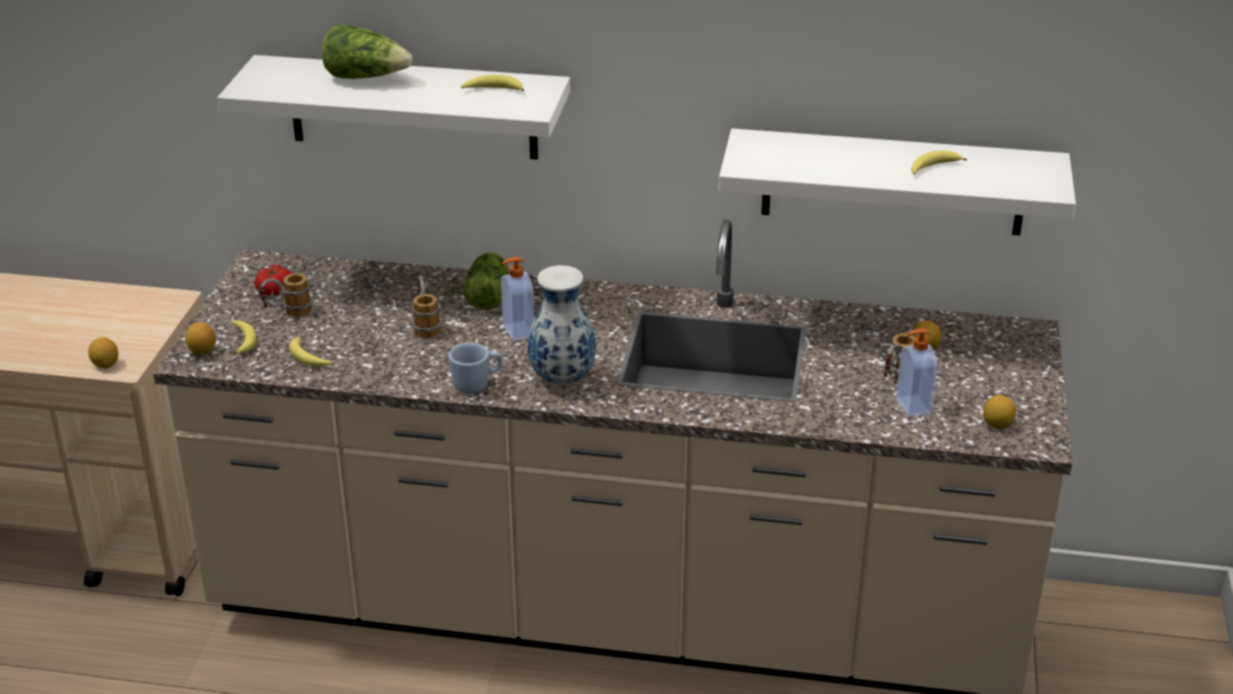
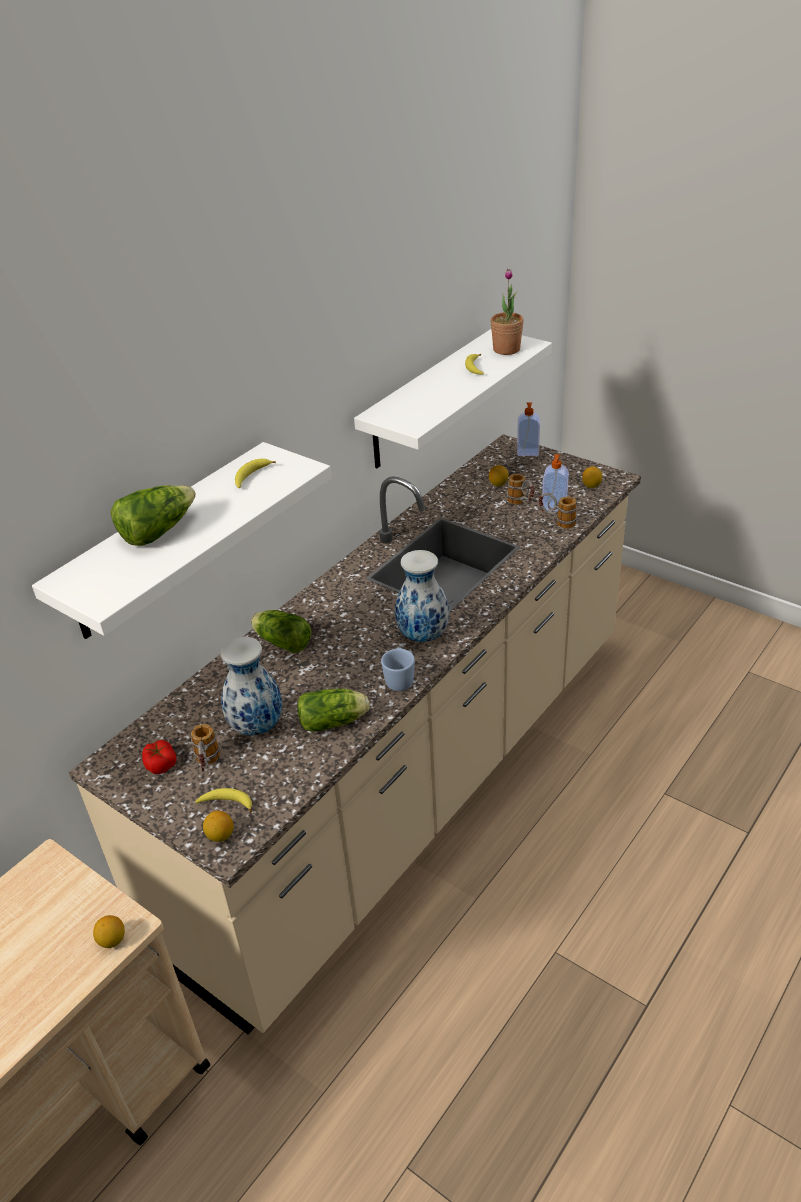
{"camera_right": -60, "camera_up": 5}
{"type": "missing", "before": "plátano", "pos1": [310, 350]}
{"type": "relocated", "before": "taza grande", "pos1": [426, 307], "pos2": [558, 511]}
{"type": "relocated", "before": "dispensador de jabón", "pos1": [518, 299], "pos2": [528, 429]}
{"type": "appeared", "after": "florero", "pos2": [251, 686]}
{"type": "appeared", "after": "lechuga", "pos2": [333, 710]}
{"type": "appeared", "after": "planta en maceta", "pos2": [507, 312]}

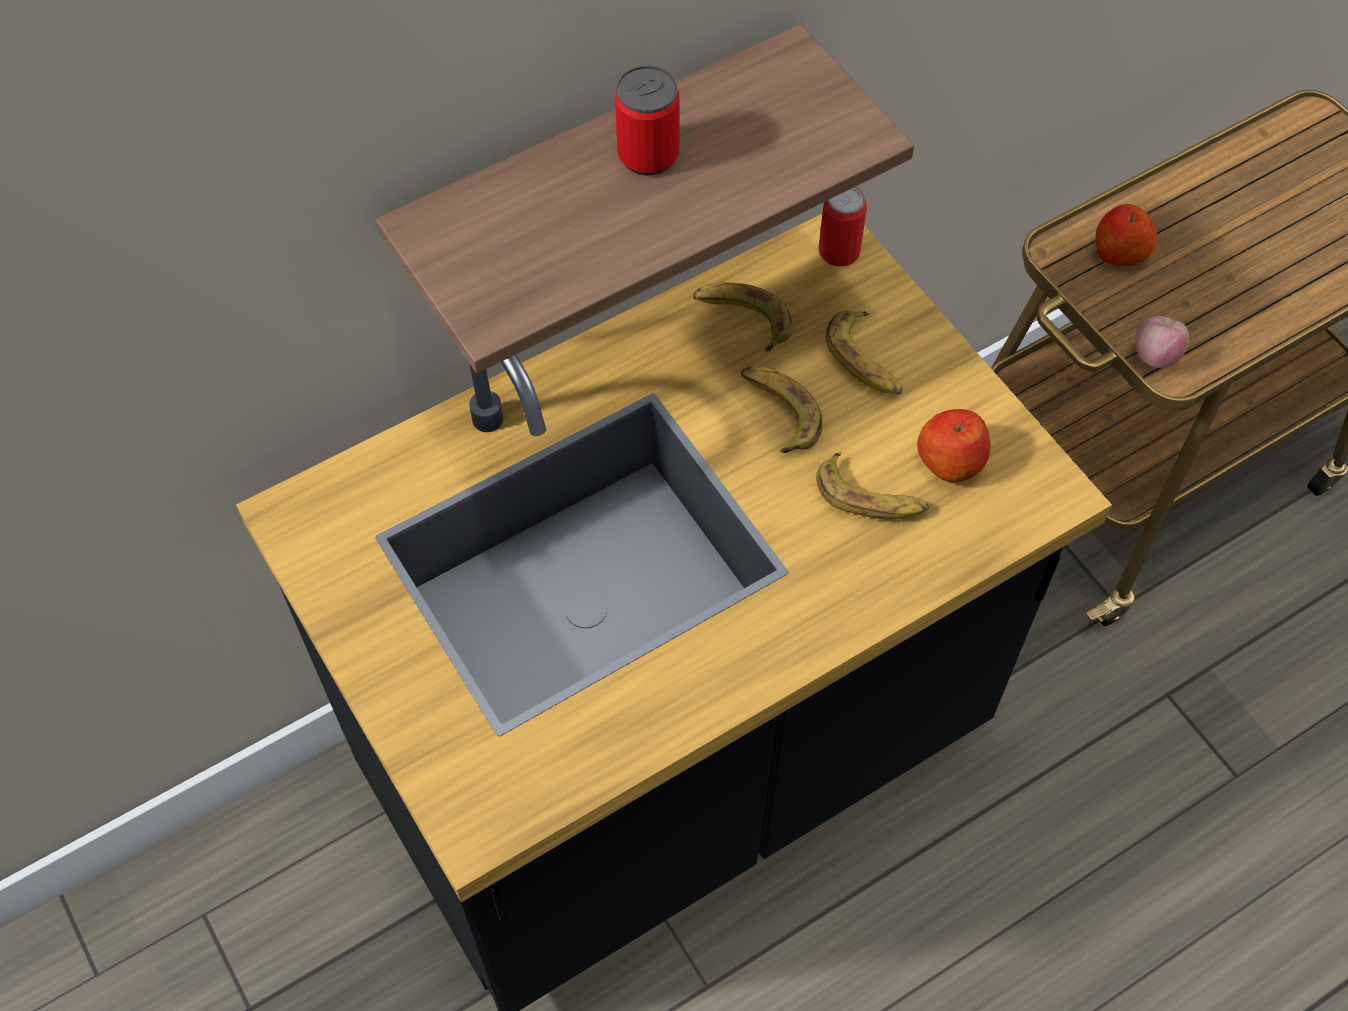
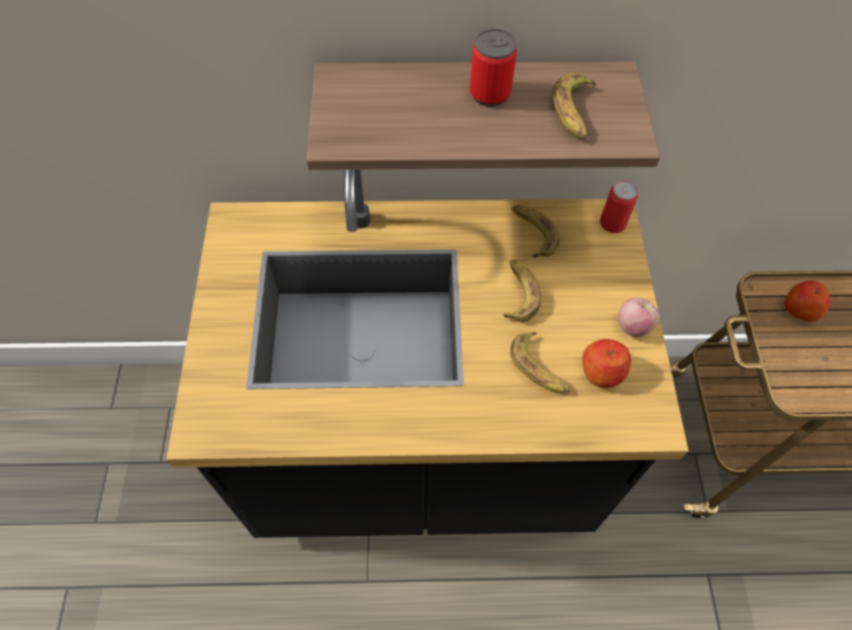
{"camera_right": 30, "camera_up": 0}
{"type": "relocated", "before": "plátano", "pos1": [864, 353], "pos2": [574, 106]}
{"type": "relocated", "before": "manzana", "pos1": [1162, 342], "pos2": [639, 317]}

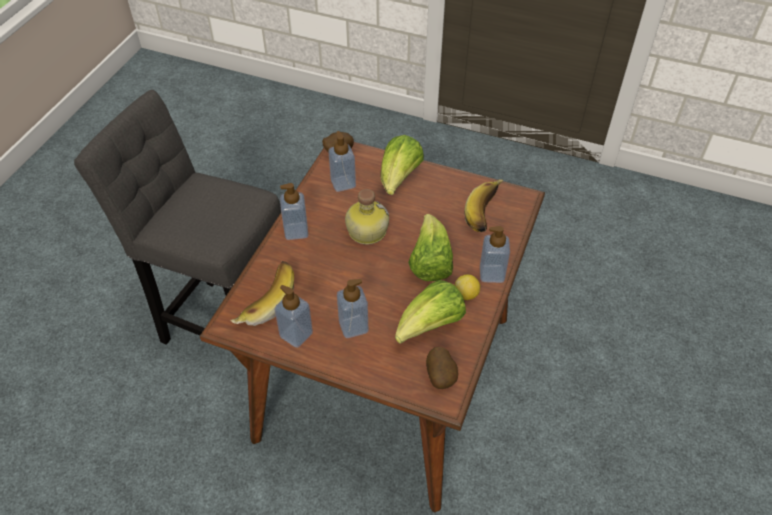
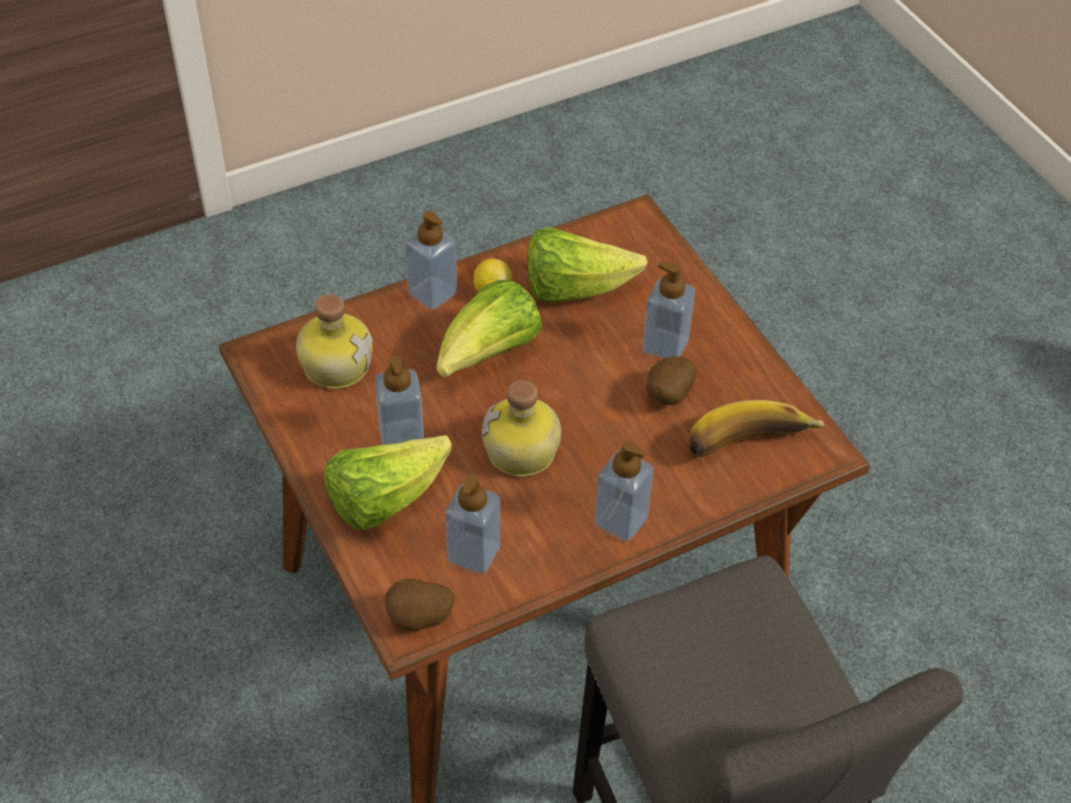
{"camera_right": -140, "camera_up": 0}
{"type": "relocated", "before": "dispensador de jabón", "pos1": [293, 316], "pos2": [399, 400]}
{"type": "relocated", "before": "patata", "pos1": [442, 368], "pos2": [671, 380]}
{"type": "exchanged", "before": "plátano", "after": "botella", "pos1": [483, 205], "pos2": [334, 341]}

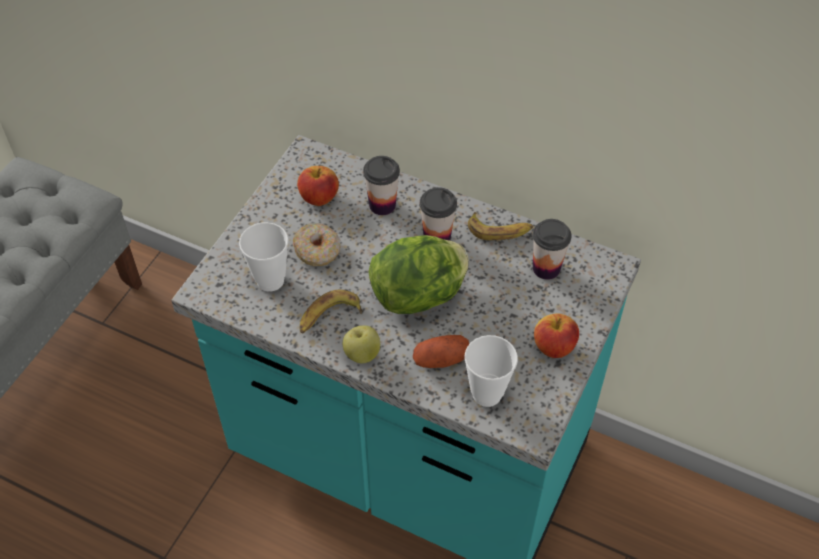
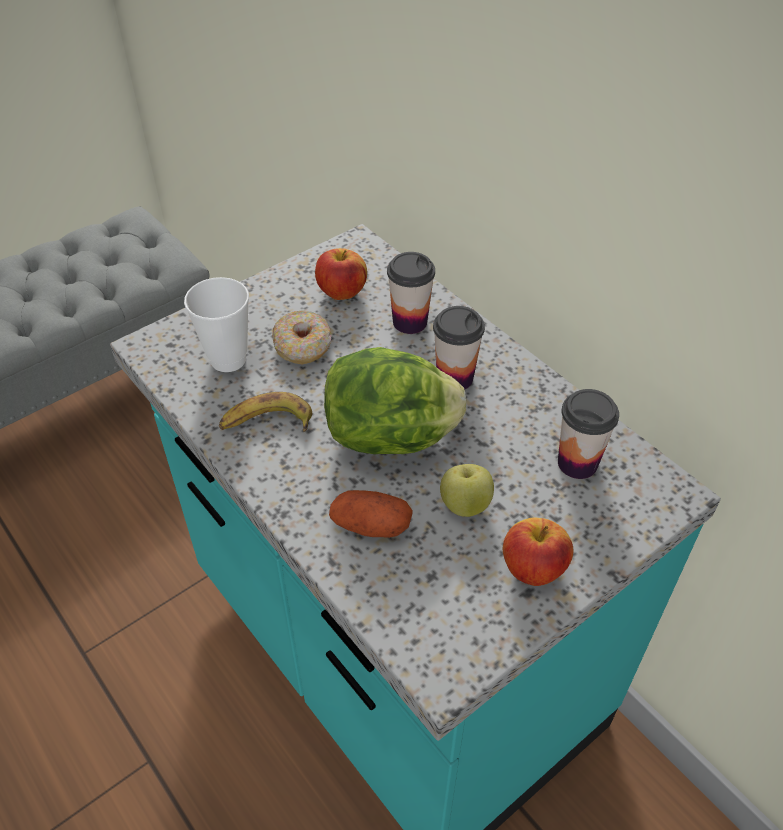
{"camera_right": 25, "camera_up": -5}
{"type": "relocated", "before": "manzana", "pos1": [361, 344], "pos2": [467, 490]}
{"type": "missing", "before": "taza", "pos1": [491, 371]}
{"type": "missing", "before": "plátano", "pos1": [500, 226]}

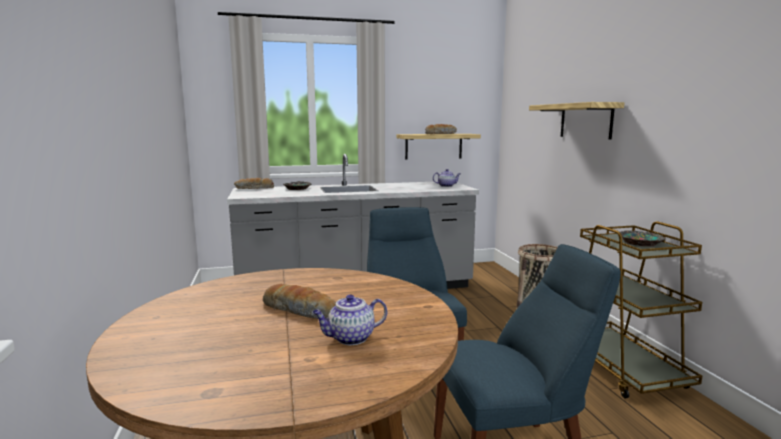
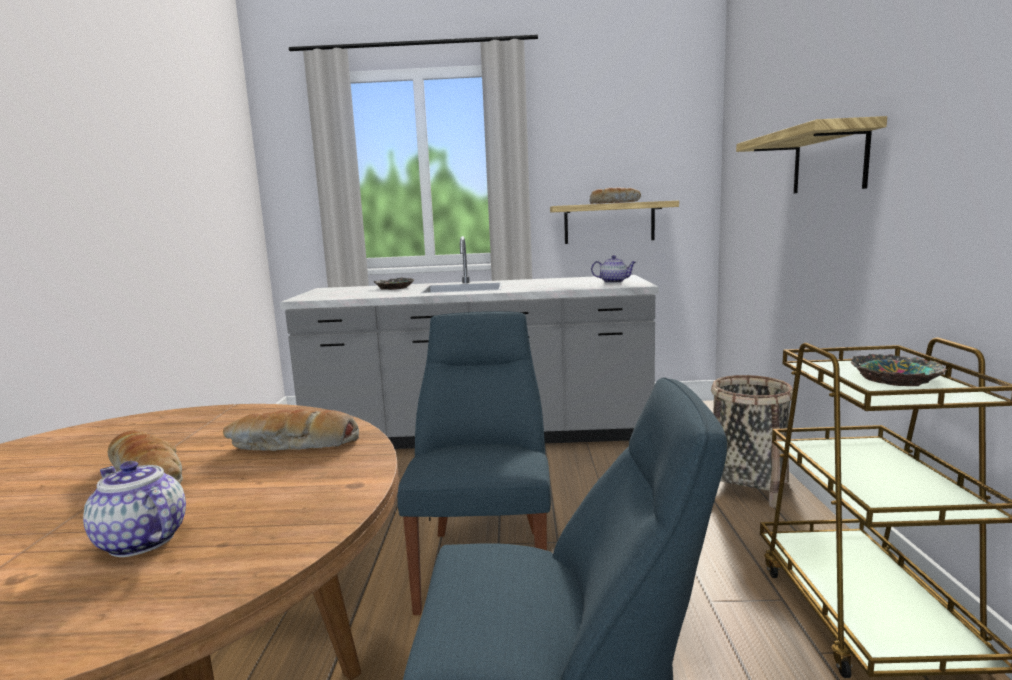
{"camera_right": 15, "camera_up": 0}
{"type": "relocated", "before": "pan", "pos1": [254, 183], "pos2": [291, 430]}
{"type": "spun", "before": "tetera", "pos1": [349, 319], "pos2": [134, 509], "turn": 45}

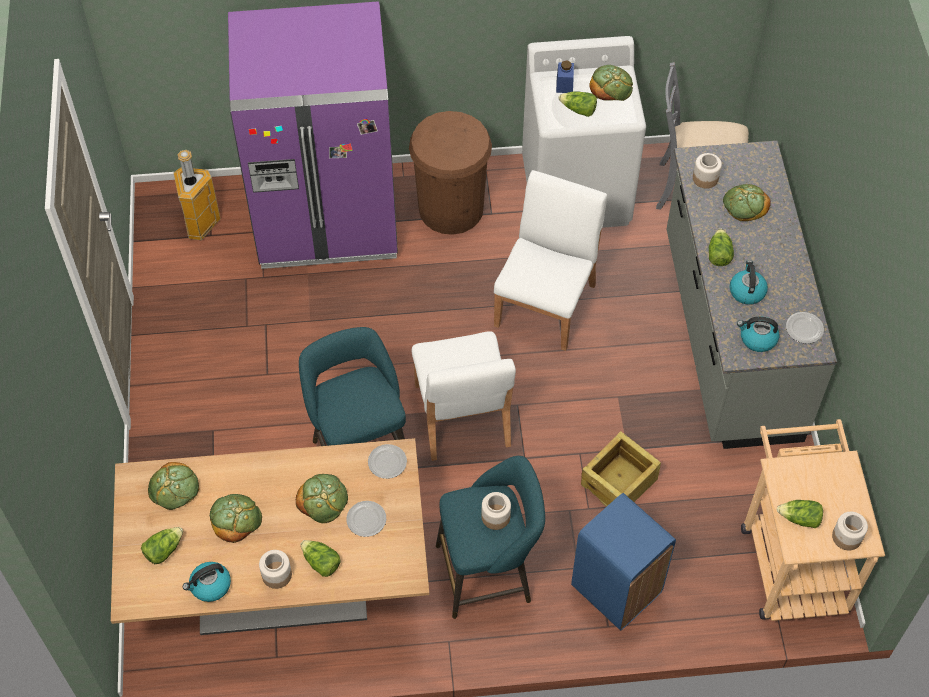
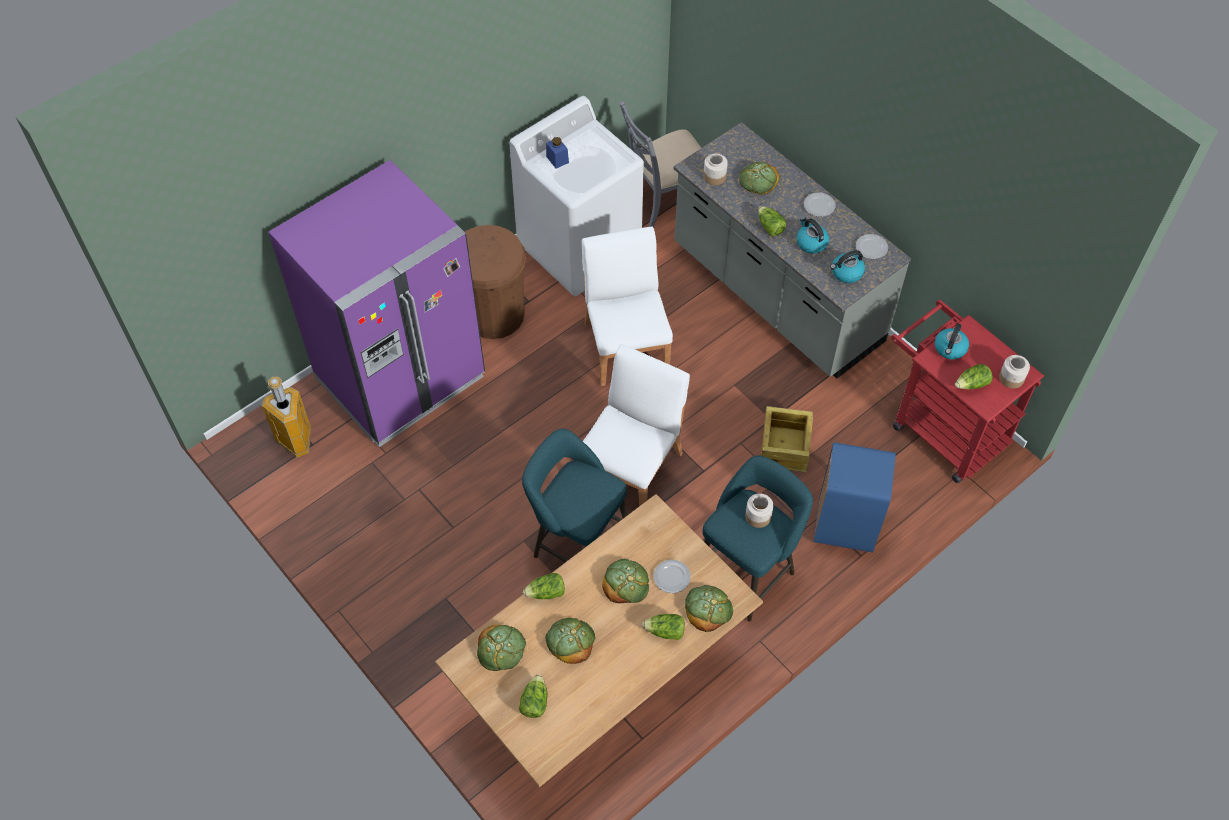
{"camera_right": -35, "camera_up": 0}
{"type": "relocated", "before": "hervidor", "pos1": [207, 582], "pos2": [952, 341]}
{"type": "missing", "before": "tarro", "pos1": [275, 569]}
{"type": "relocated", "before": "plato", "pos1": [387, 461], "pos2": [820, 204]}
{"type": "spun", "before": "silla [blanco]", "pos1": [464, 396], "pos2": [636, 425], "turn": -105}
{"type": "relocated", "before": "lechuga", "pos1": [578, 104], "pos2": [544, 586]}
{"type": "relocated", "before": "pan", "pos1": [611, 83], "pos2": [709, 608]}
{"type": "colour", "before": "carrito [beis]", "after": "carrito [rojo]", "pos1": [813, 520], "pos2": [967, 391]}

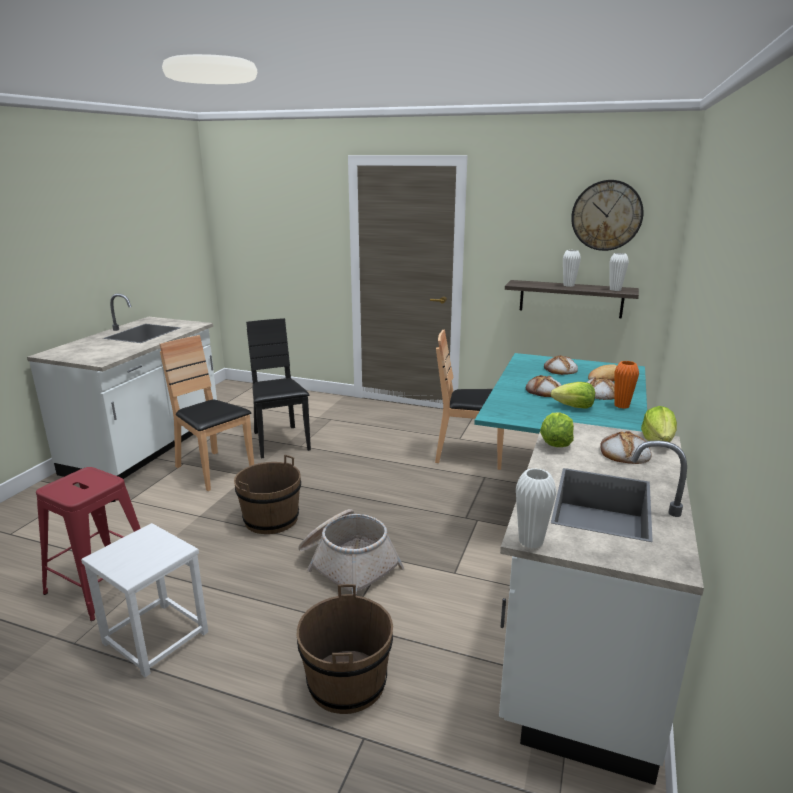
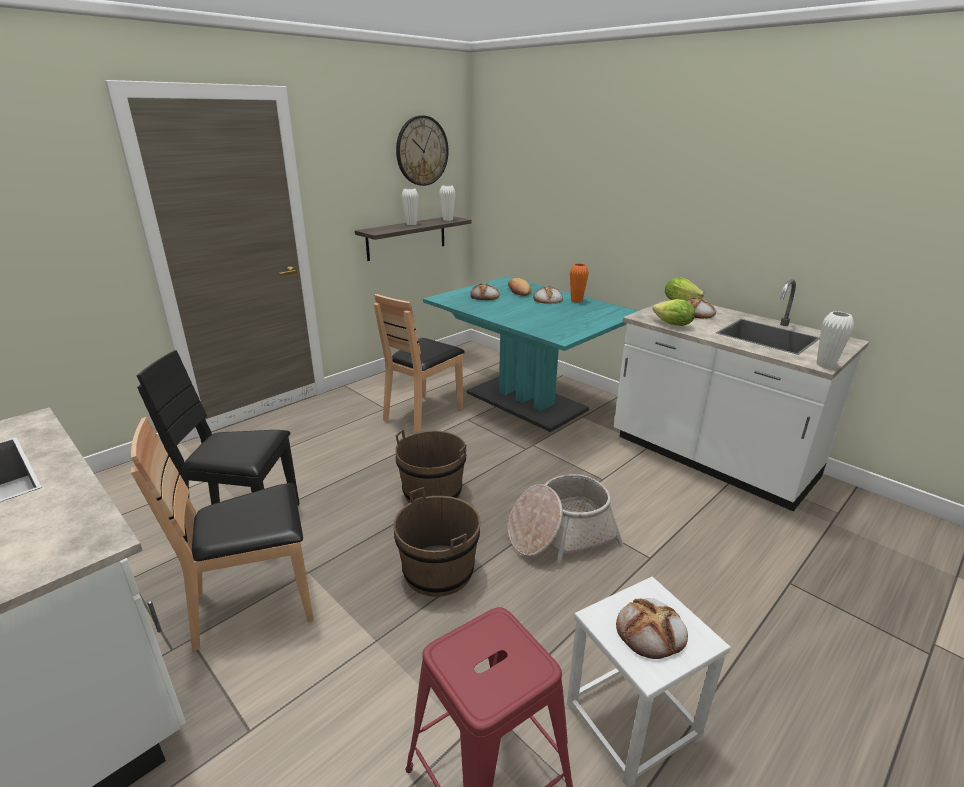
{"camera_right": -65, "camera_up": 5}
{"type": "relocated", "before": "cubo [marrón]", "pos1": [345, 649], "pos2": [431, 466]}
{"type": "relocated", "before": "pan", "pos1": [544, 386], "pos2": [652, 628]}
{"type": "missing", "before": "lechuga", "pos1": [573, 395]}

